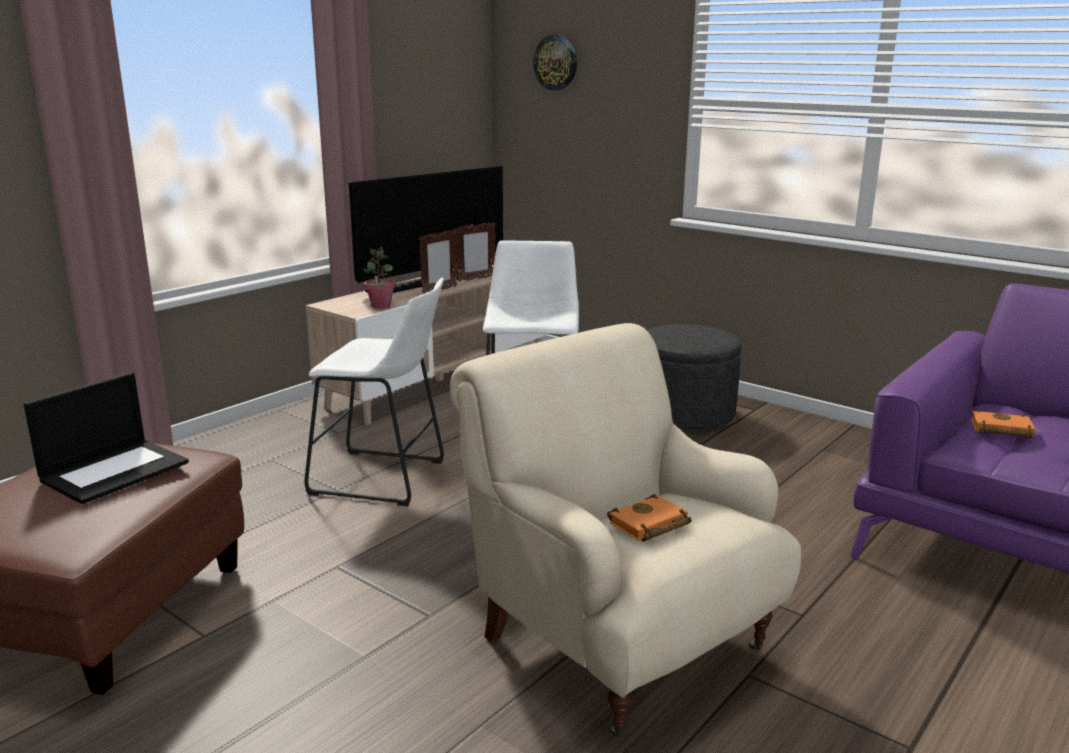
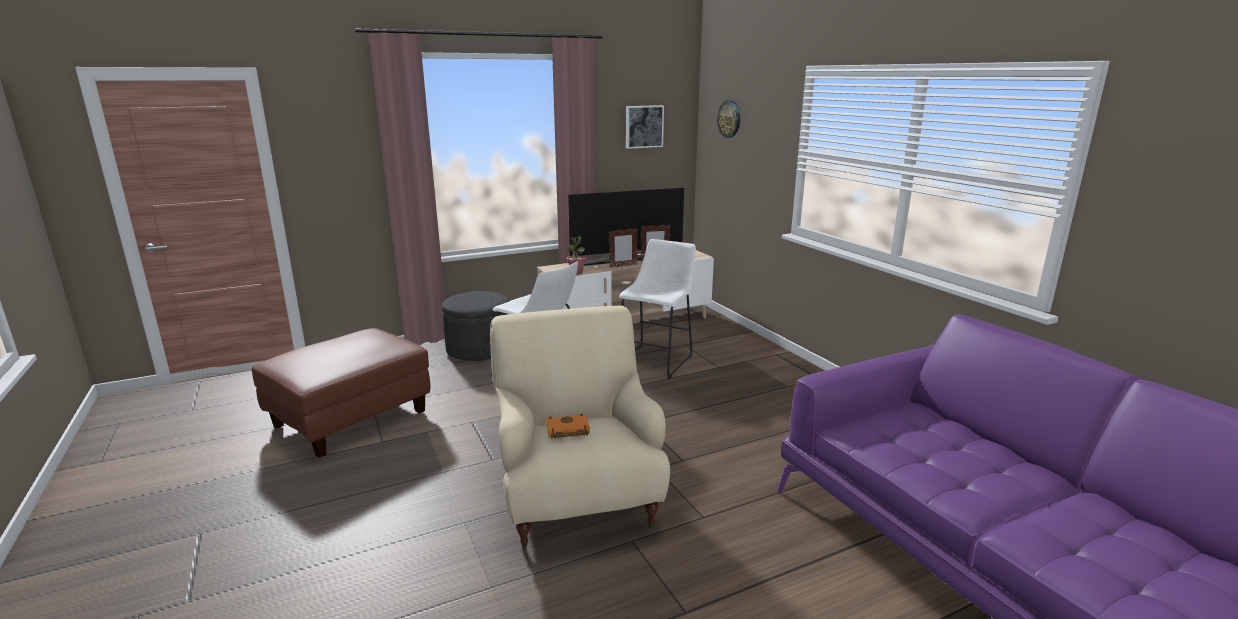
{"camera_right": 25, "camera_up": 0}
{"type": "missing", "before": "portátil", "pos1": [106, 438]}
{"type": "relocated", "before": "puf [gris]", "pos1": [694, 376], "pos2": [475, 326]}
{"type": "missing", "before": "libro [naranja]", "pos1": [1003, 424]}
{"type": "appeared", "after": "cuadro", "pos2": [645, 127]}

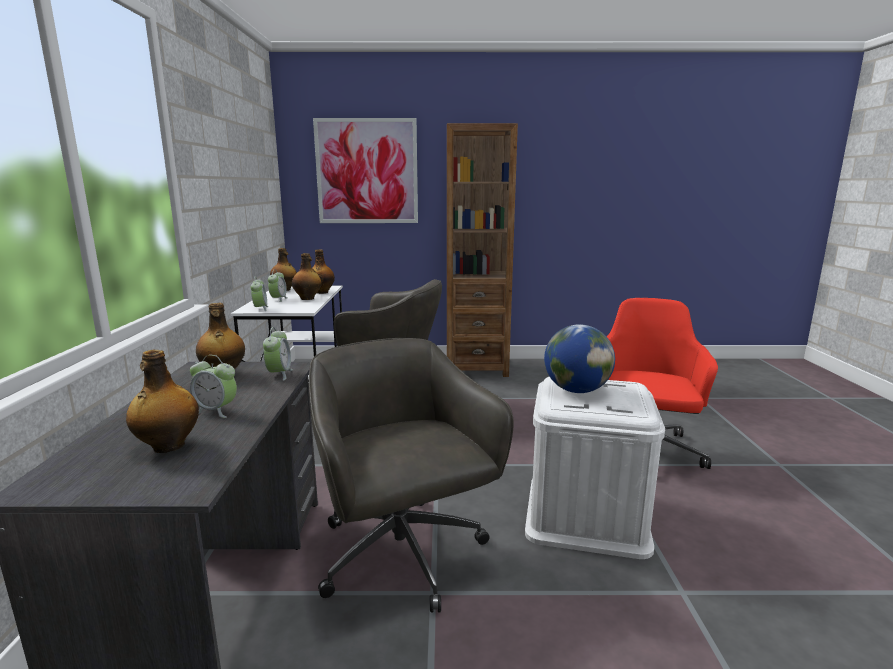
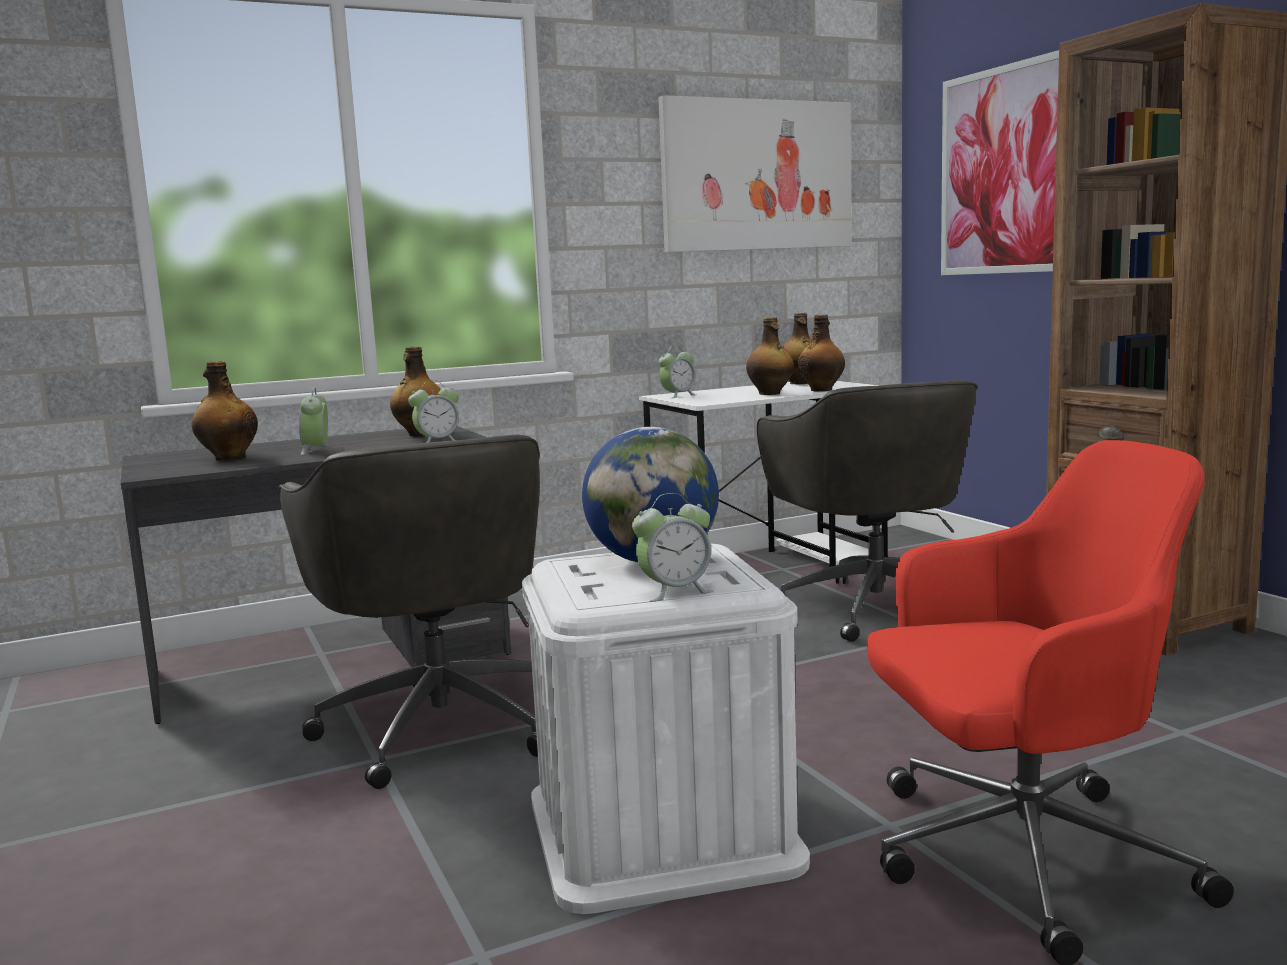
{"camera_right": 65, "camera_up": -5}
{"type": "relocated", "before": "despertador", "pos1": [277, 286], "pos2": [673, 547]}
{"type": "spun", "before": "silla de oficina [gris]", "pos1": [411, 475], "pos2": [409, 611], "turn": 120}
{"type": "appeared", "after": "cuadro", "pos2": [755, 173]}

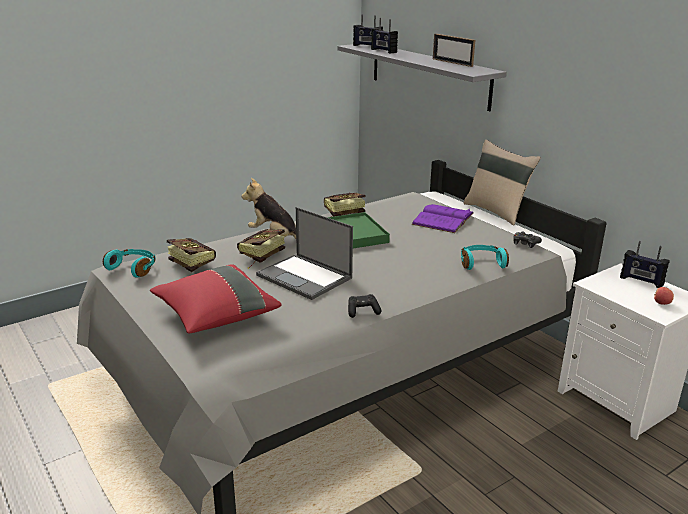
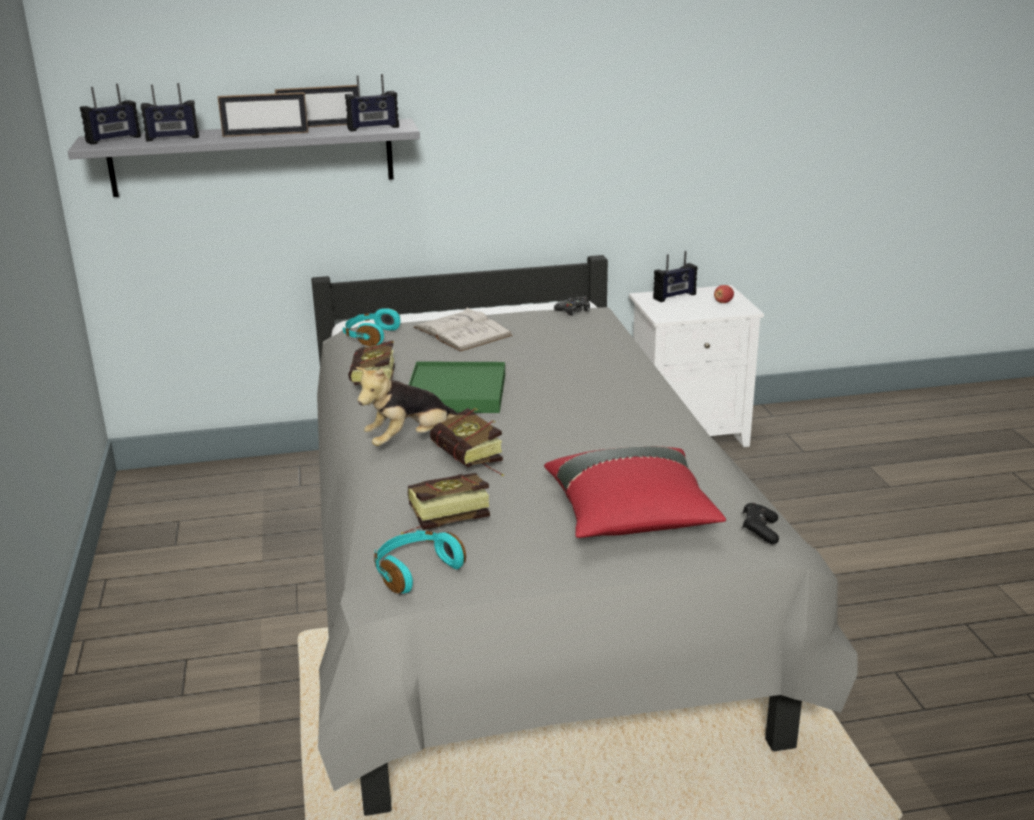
{"camera_right": -65, "camera_up": 0}
{"type": "missing", "before": "portátil", "pos1": [304, 253]}
{"type": "relocated", "before": "mando de consola [negro]", "pos1": [364, 306], "pos2": [760, 523]}
{"type": "colour", "before": "libro [morado]", "after": "libro [blanco]", "pos1": [442, 218], "pos2": [463, 329]}
{"type": "relocated", "before": "auriculares [turquesa]", "pos1": [485, 257], "pos2": [371, 327]}
{"type": "missing", "before": "cojín [beis]", "pos1": [502, 182]}
{"type": "appeared", "after": "portarretratos", "pos2": [263, 114]}
{"type": "appeared", "after": "radio", "pos2": [372, 102]}

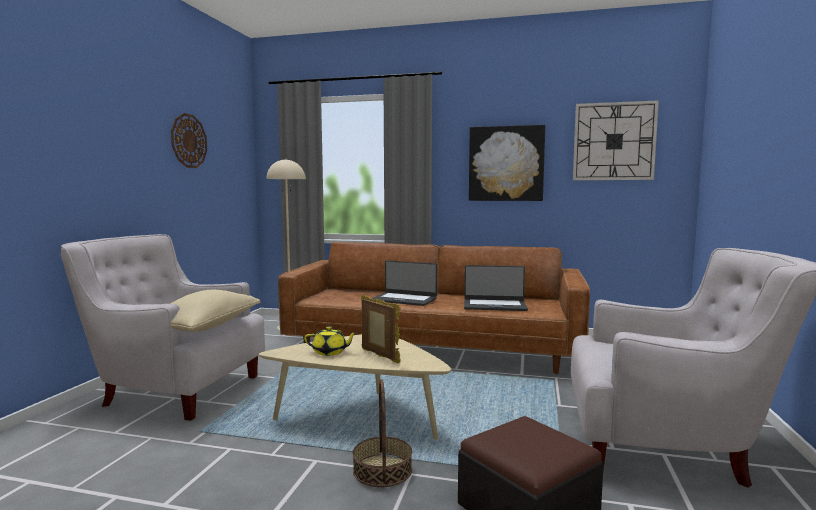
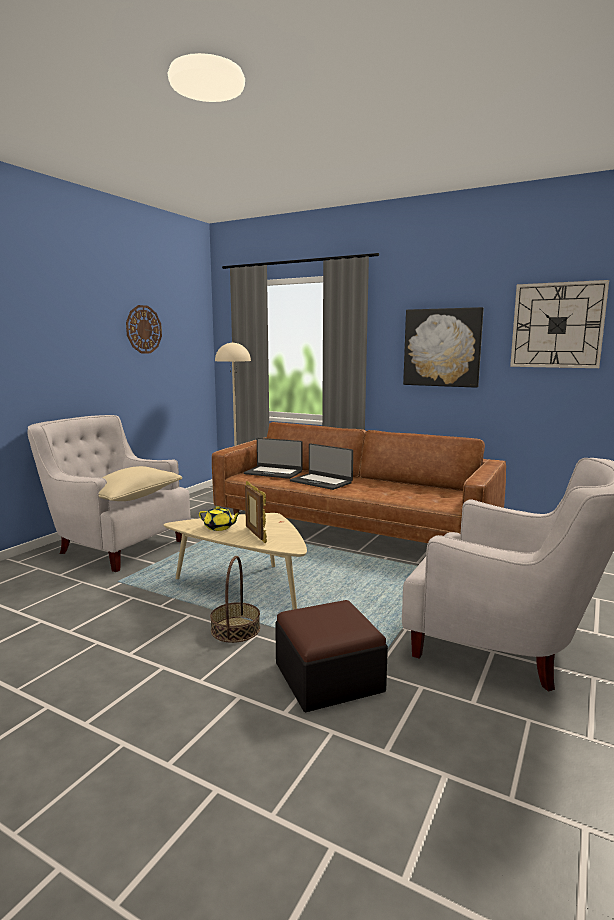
{"camera_right": 15, "camera_up": 5}
{"type": "relocated", "before": "portátil", "pos1": [496, 288], "pos2": [273, 458]}

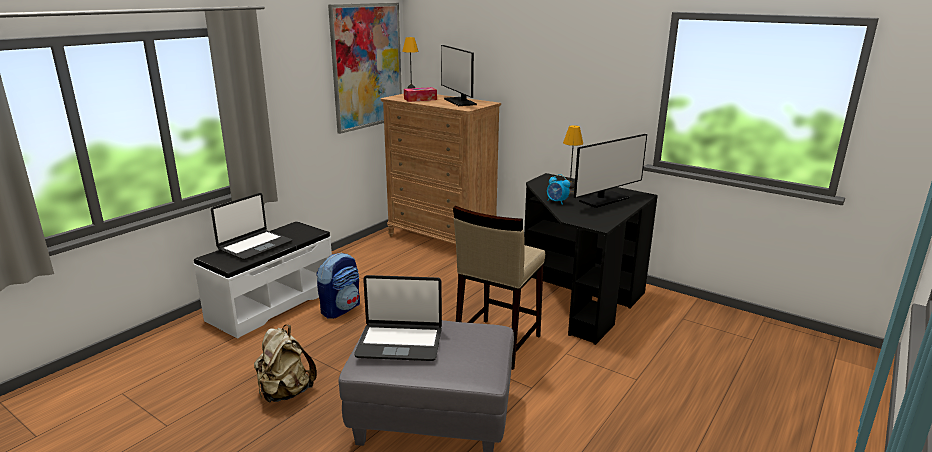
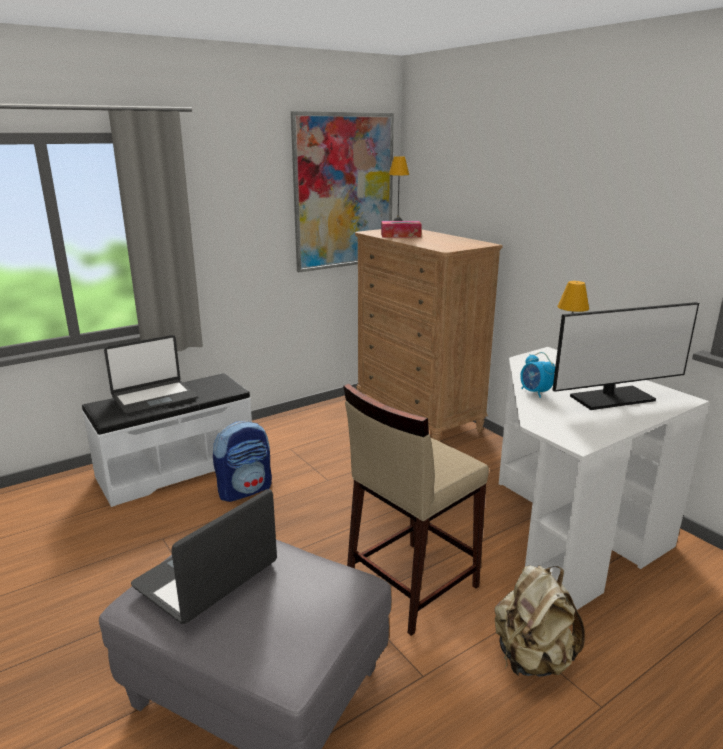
{"camera_right": 20, "camera_up": 0}
{"type": "relocated", "before": "mochila [beis]", "pos1": [285, 364], "pos2": [540, 621]}
{"type": "spun", "before": "portátil", "pos1": [398, 318], "pos2": [204, 556], "turn": 105}
{"type": "missing", "before": "monitor", "pos1": [459, 75]}
{"type": "colour", "before": "escritorio [negro]", "after": "escritorio [blanco]", "pos1": [591, 259], "pos2": [604, 478]}

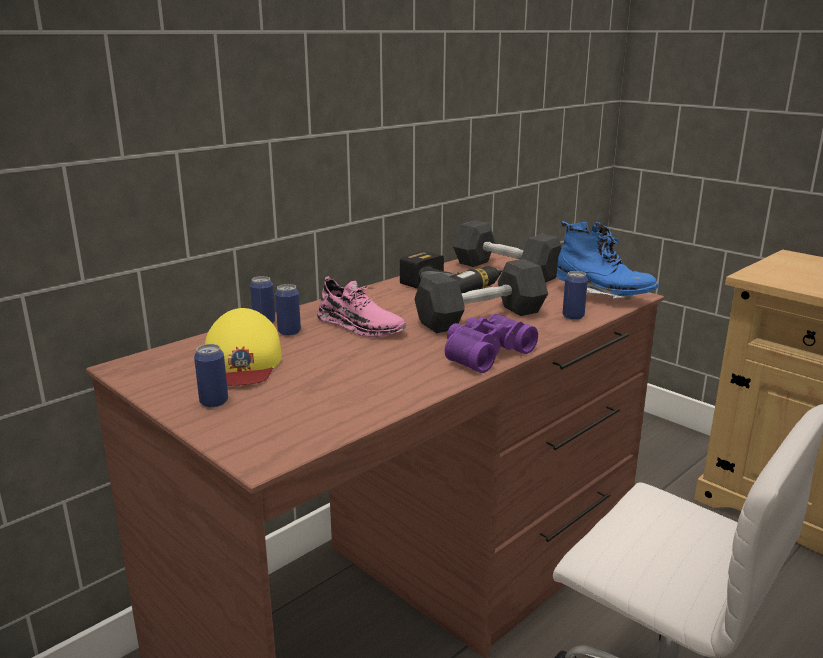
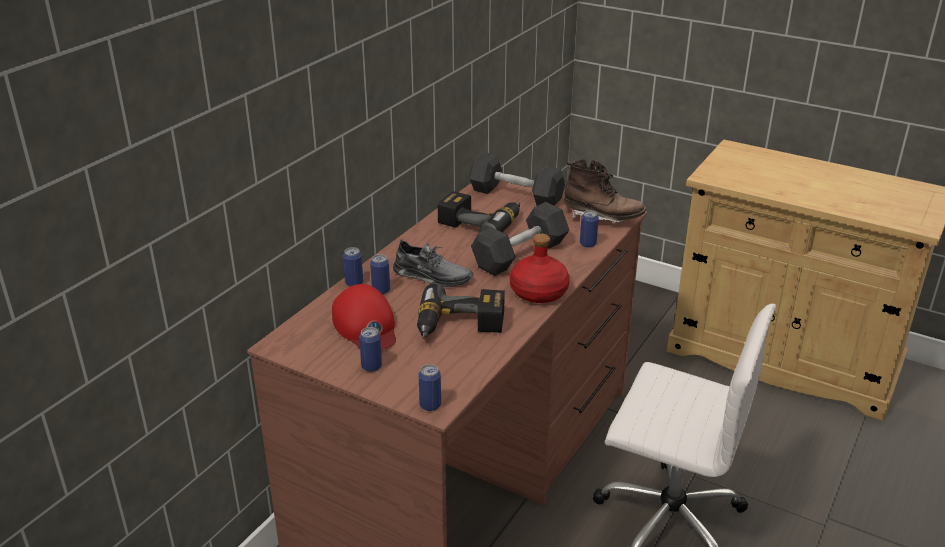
{"camera_right": -15, "camera_up": 10}
{"type": "colour", "before": "gorra [amarillo]", "after": "gorra [rojo]", "pos1": [243, 347], "pos2": [364, 317]}
{"type": "colour", "before": "zapato [rosa]", "after": "zapato [gris]", "pos1": [362, 306], "pos2": [433, 263]}
{"type": "exchanged", "before": "prismáticos [morado]", "after": "botella [rojo]", "pos1": [491, 343], "pos2": [540, 268]}
{"type": "colour", "before": "bota [azul]", "after": "bota [marrón]", "pos1": [607, 260], "pos2": [605, 191]}
{"type": "appeared", "after": "taladro", "pos2": [461, 310]}
{"type": "appeared", "after": "lata", "pos2": [430, 387]}

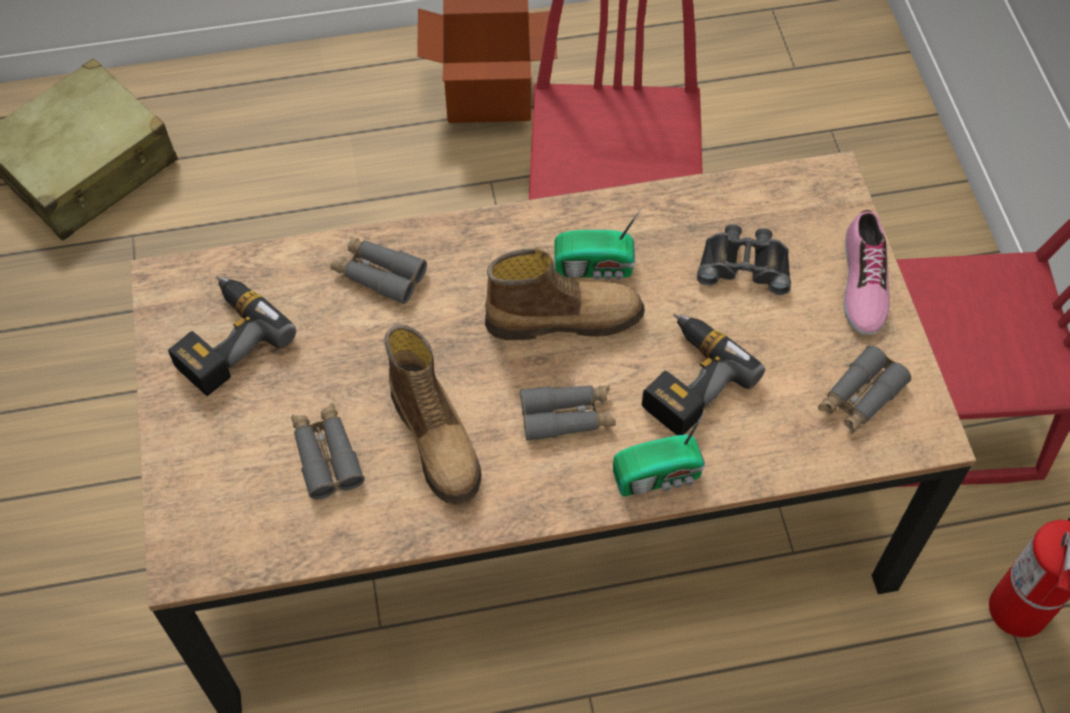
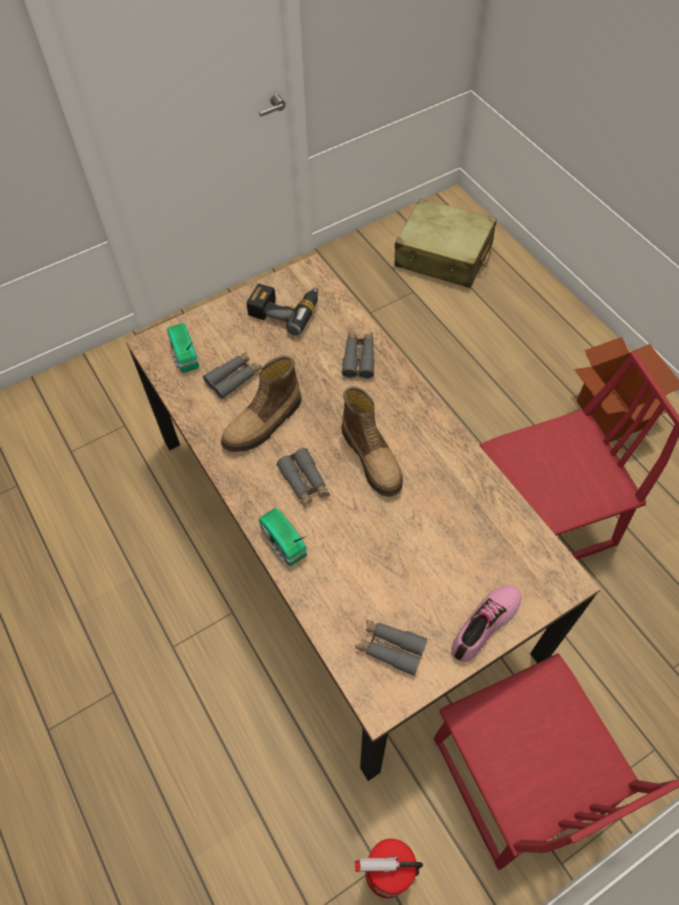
{"camera_right": 70, "camera_up": 0}
{"type": "relocated", "before": "radio", "pos1": [598, 243], "pos2": [183, 348]}
{"type": "missing", "before": "taladro", "pos1": [703, 374]}
{"type": "missing", "before": "prismáticos [negro]", "pos1": [744, 259]}
{"type": "spun", "before": "zapato", "pos1": [866, 272], "pos2": [486, 623], "turn": 150}

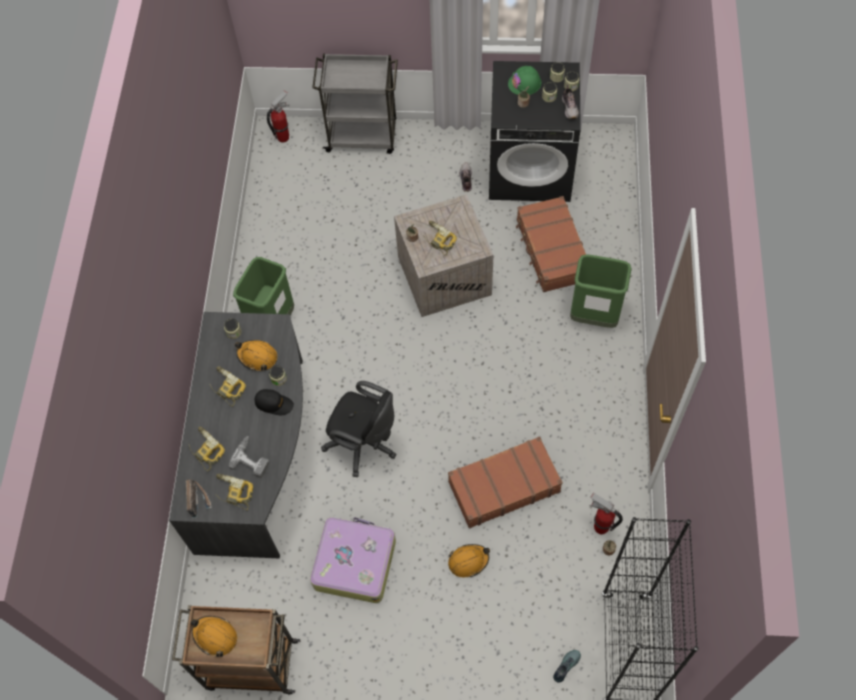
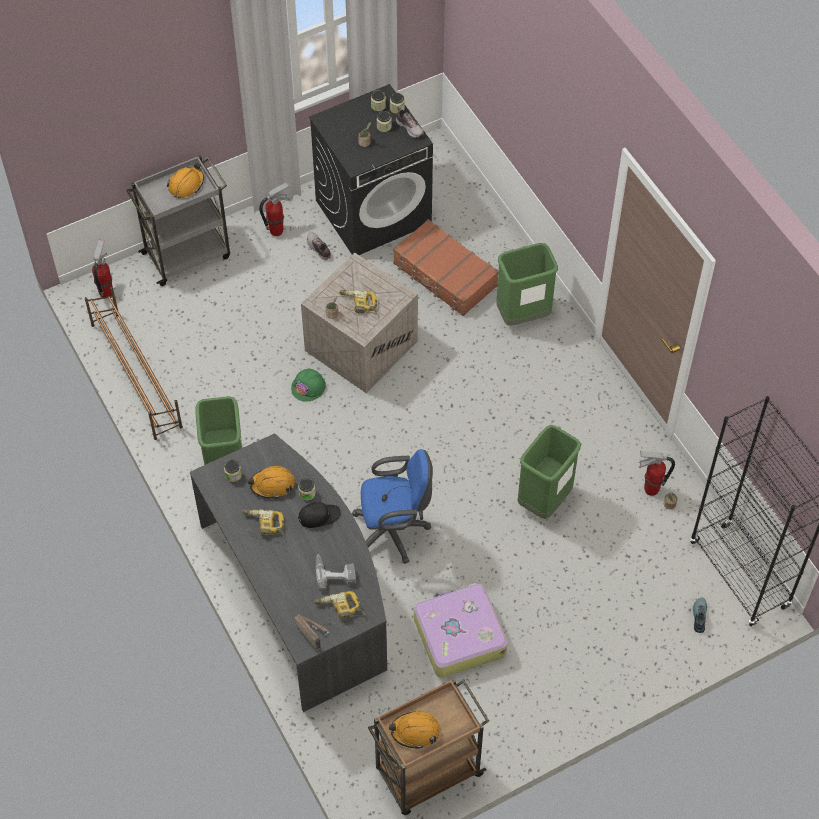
{"camera_right": -35, "camera_up": -5}
{"type": "missing", "before": "taladro", "pos1": [207, 449]}
{"type": "colour", "before": "silla de oficina [negro]", "after": "silla de oficina [azul]", "pos1": [358, 429], "pos2": [392, 506]}
{"type": "exchanged", "before": "maleta [marrón]", "after": "papelera [verde]", "pos1": [505, 482], "pos2": [549, 472]}
{"type": "relocated", "before": "casco [naranja]", "pos1": [469, 560], "pos2": [185, 180]}
{"type": "relocated", "before": "casco [verde]", "pos1": [525, 80], "pos2": [308, 385]}
{"type": "appeared", "after": "zapatero [marrón]", "pos2": [134, 363]}
{"type": "appeared", "after": "extintor", "pos2": [274, 209]}

